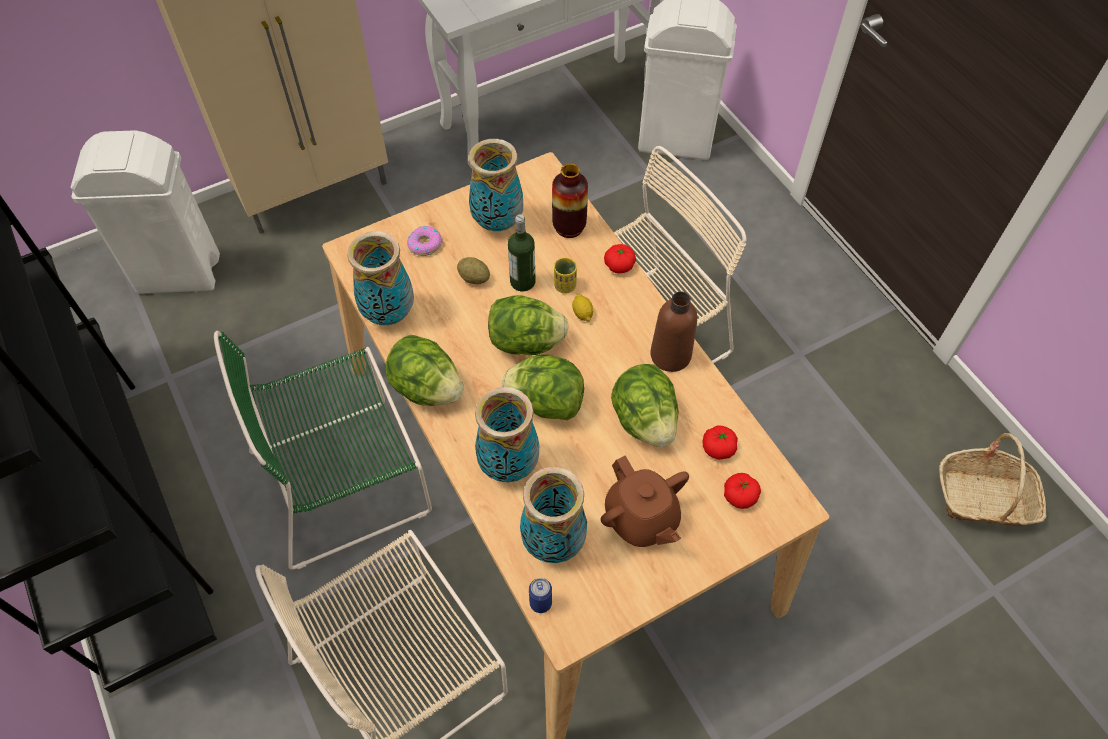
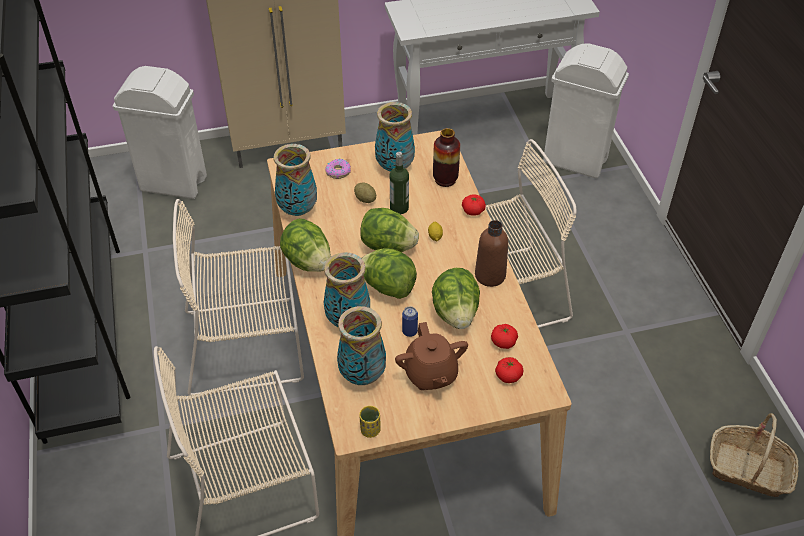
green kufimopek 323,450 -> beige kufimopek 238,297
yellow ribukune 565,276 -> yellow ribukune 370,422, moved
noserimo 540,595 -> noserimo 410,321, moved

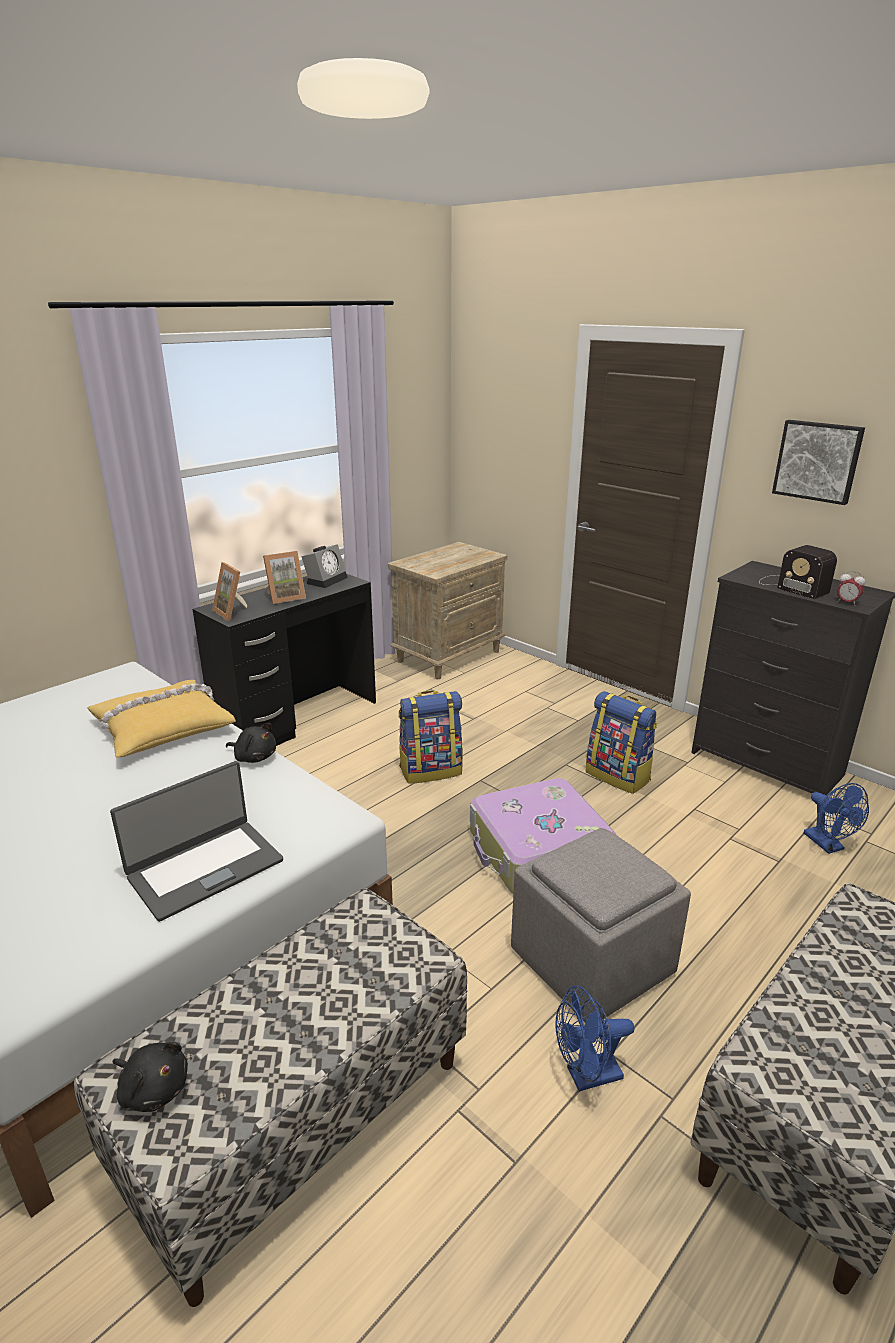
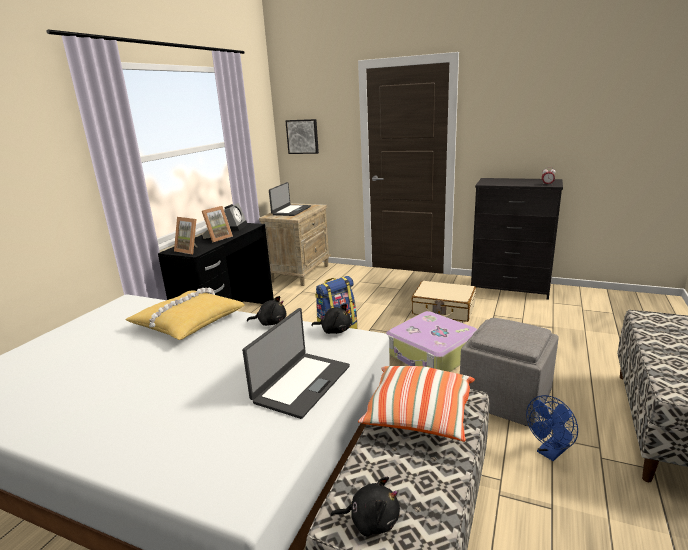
none -> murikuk 290,199
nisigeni 818,462 -> nisigeni 302,136, moved
none -> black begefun 331,319
none -> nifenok 416,404
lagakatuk 621,742 -> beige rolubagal 443,301
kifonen 798,572 -> none
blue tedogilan 836,818 -> none

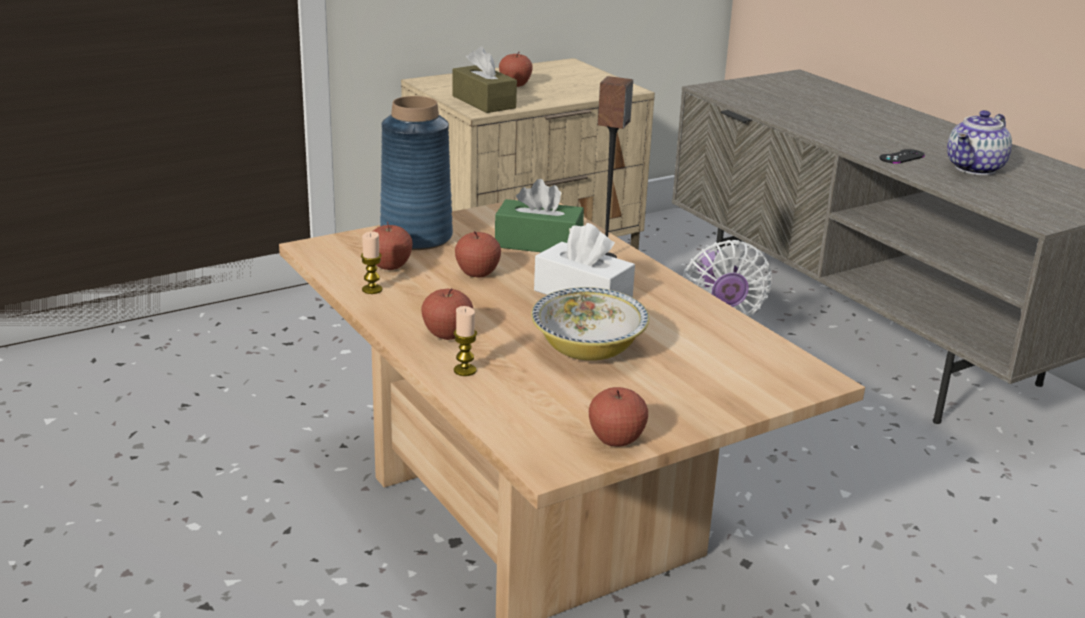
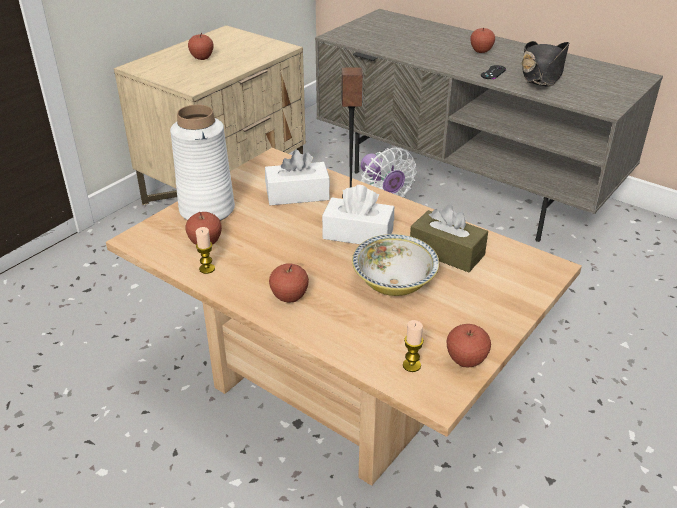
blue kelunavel 416,173 -> white kelunavel 202,163
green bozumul 539,215 -> white bozumul 297,177
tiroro 465,341 -> tiroro 413,346, moved
brown bozumul 484,79 -> brown bozumul 449,238, moved
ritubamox 478,254 -> ritubamox 482,40, moved
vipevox 979,142 -> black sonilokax 545,64

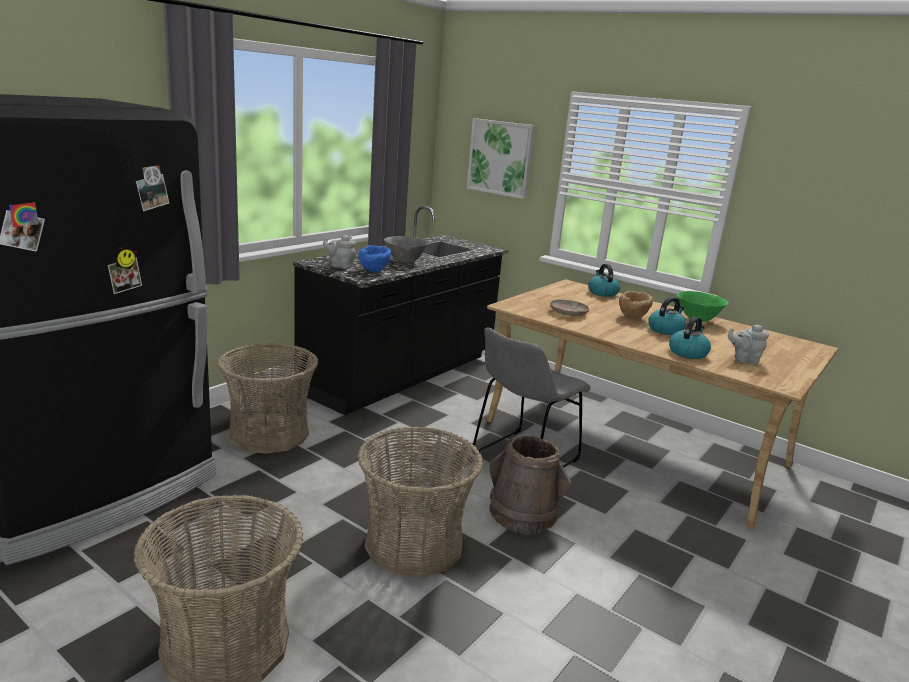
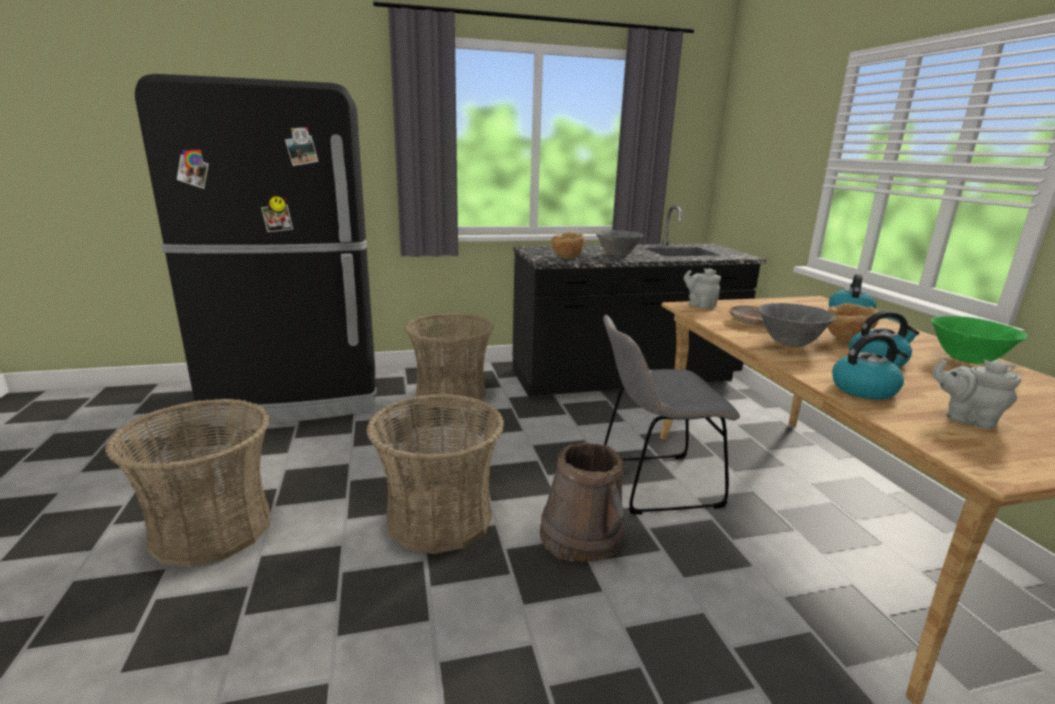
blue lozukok 374,259 -> brown lozukok 567,245
grey vipevox 339,252 -> grey vipevox 702,288, moved
none -> grey lozukok 797,325
nisigeni 501,158 -> none

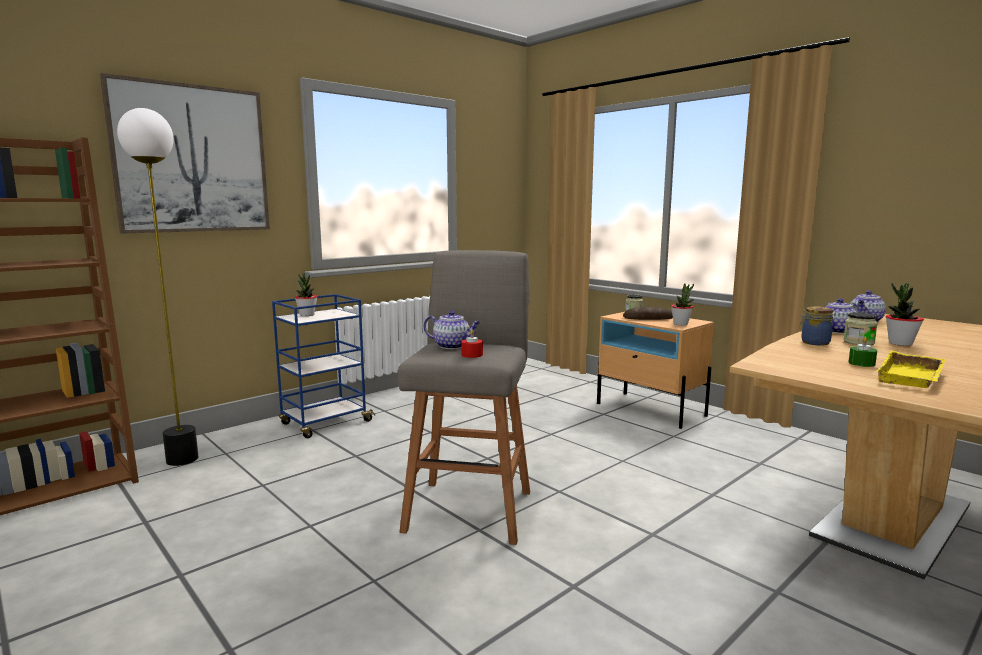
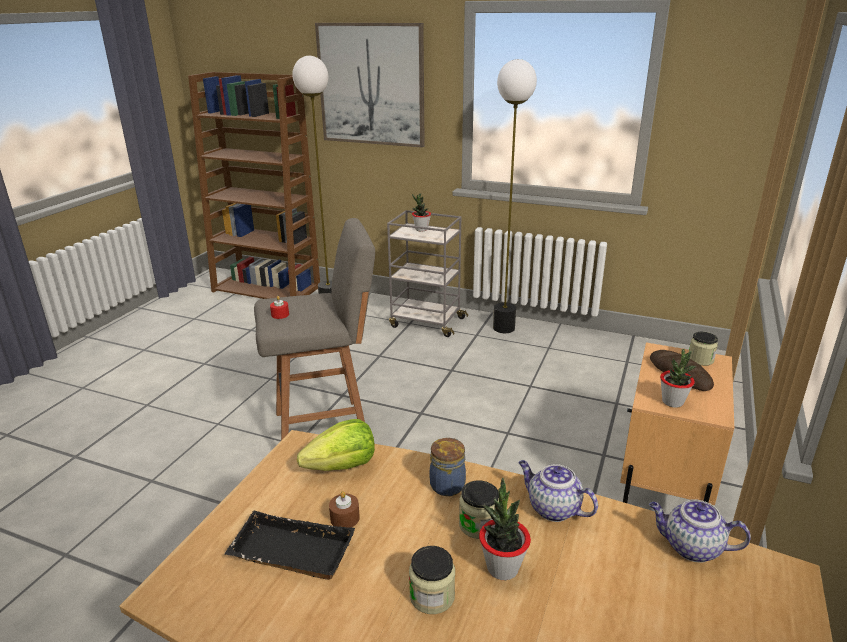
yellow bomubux 911,369 -> black bomubux 289,545
none -> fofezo 336,445
green tiroro 863,352 -> brown tiroro 344,509
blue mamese 324,366 -> grey mamese 427,273
none -> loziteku 432,580
none -> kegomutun 515,196
vipevox 452,329 -> none

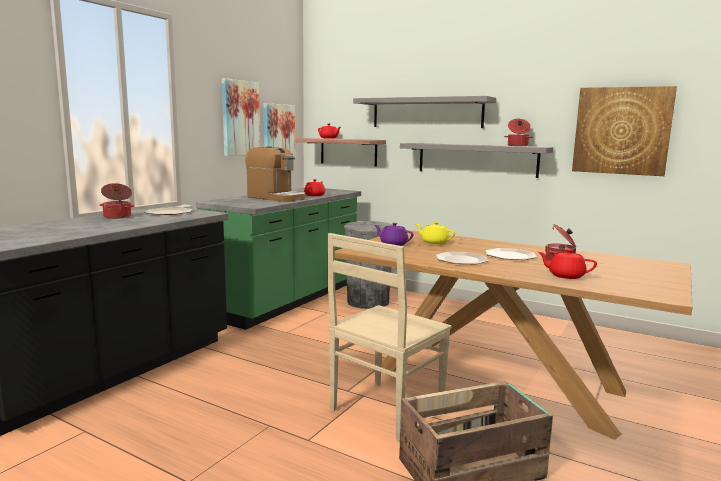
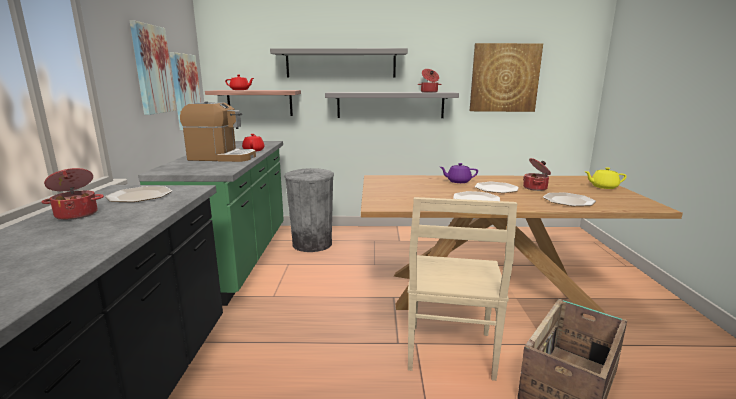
purple vipevox 394,234 -> purple vipevox 459,173, moved
red vipevox 567,264 -> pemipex 569,199
yellow vipevox 435,233 -> yellow vipevox 605,178, moved

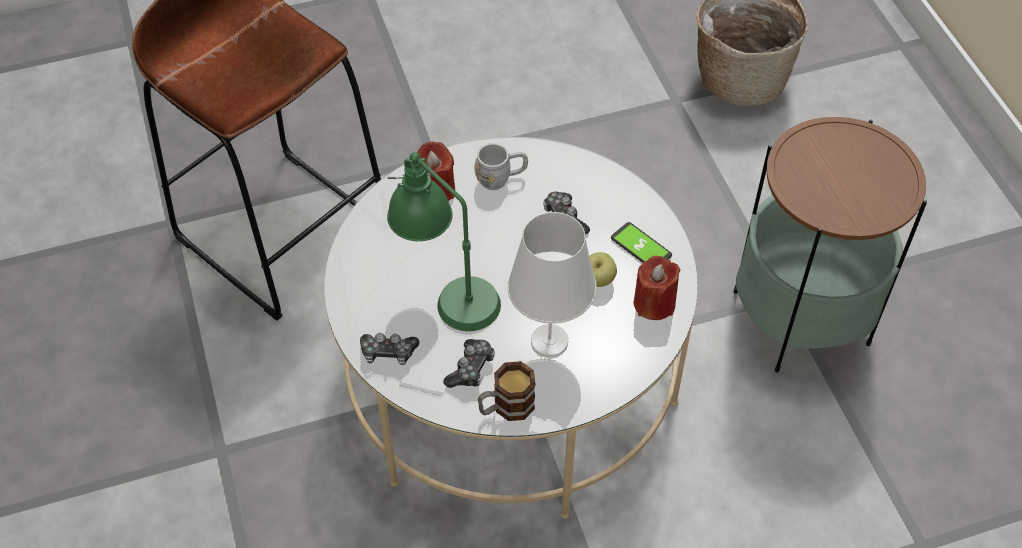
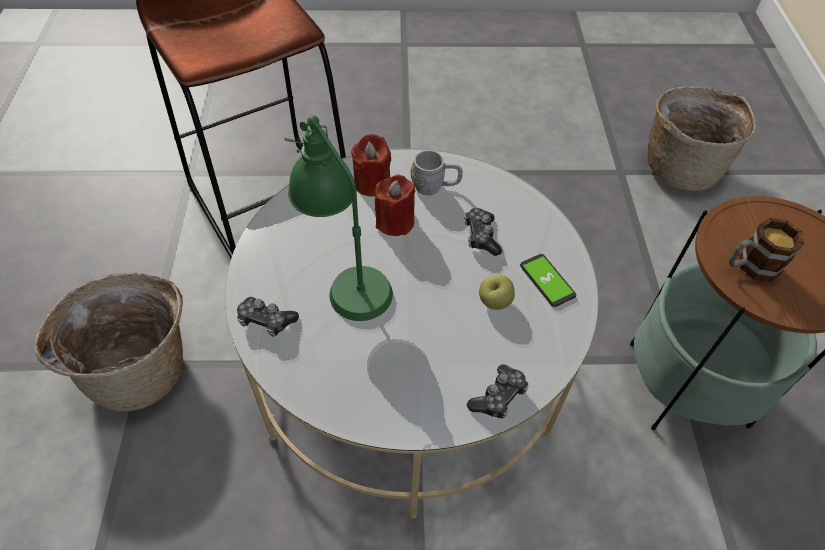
none -> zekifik 108,342
red tiroro 657,288 -> red tiroro 395,205, moved
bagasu 469,363 -> bagasu 498,392, moved
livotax 506,391 -> livotax 767,250, moved
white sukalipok 552,284 -> none

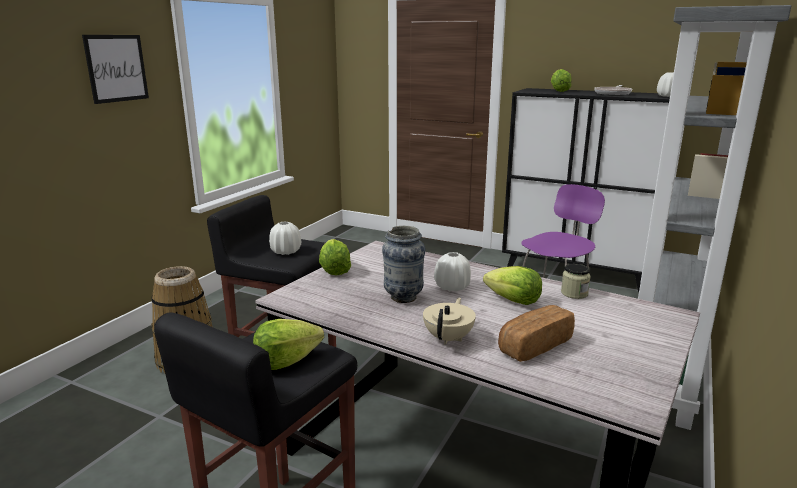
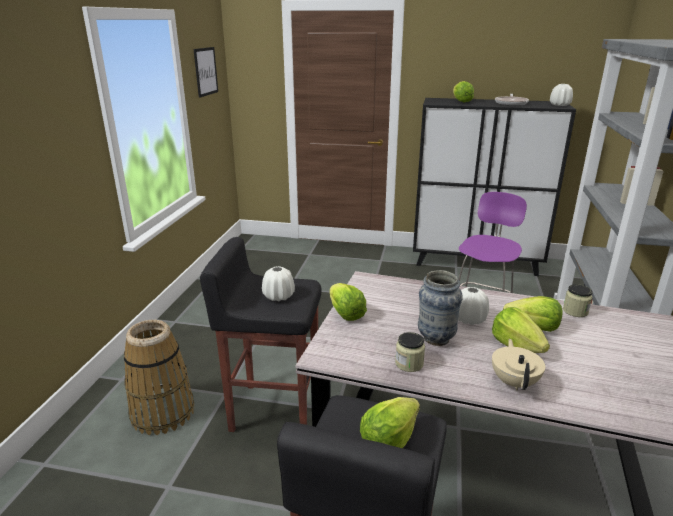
nisigeni 115,69 -> nisigeni 206,72, moved
none -> loziteku 410,352
none -> fofezo 521,330
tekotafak 536,333 -> none

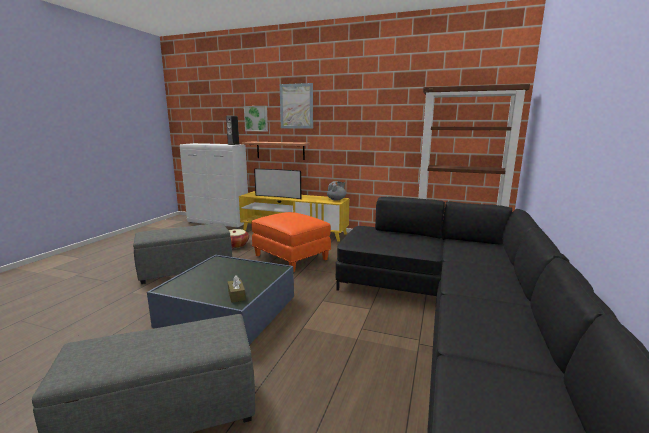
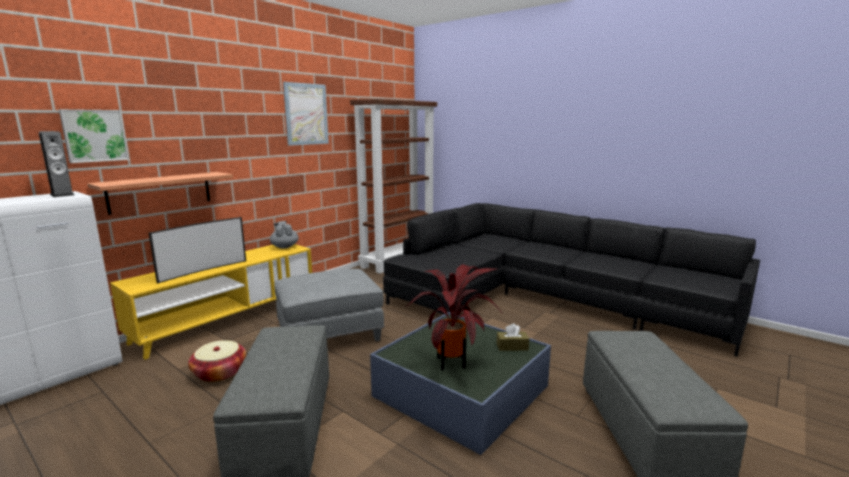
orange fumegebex 291,242 -> grey fumegebex 329,305
nisigeni 296,106 -> nisigeni 306,114, moved
none -> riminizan 454,317

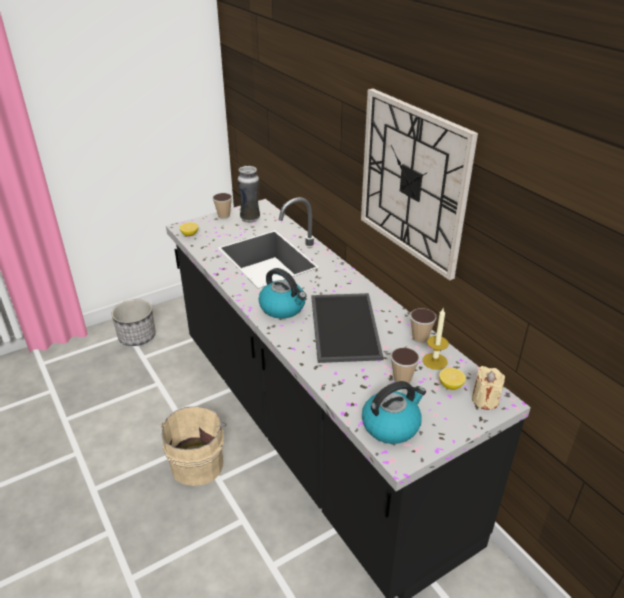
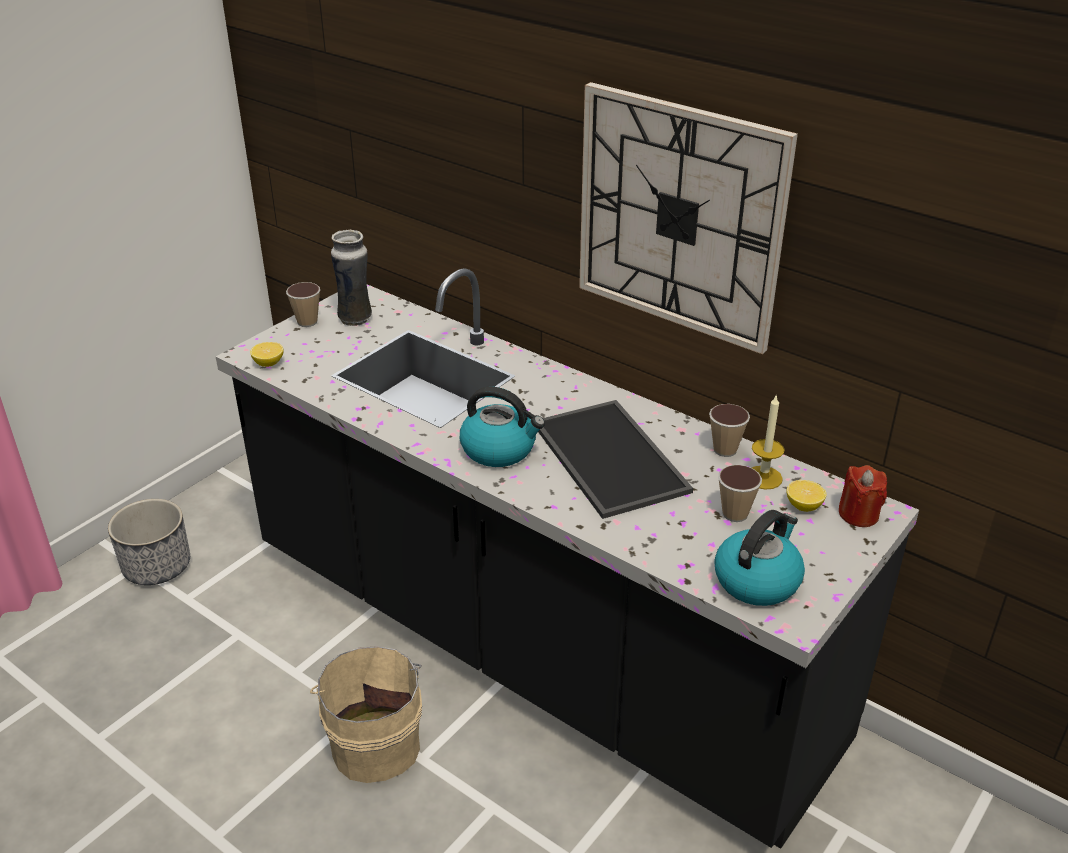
beige tiroro 488,388 -> red tiroro 863,496

